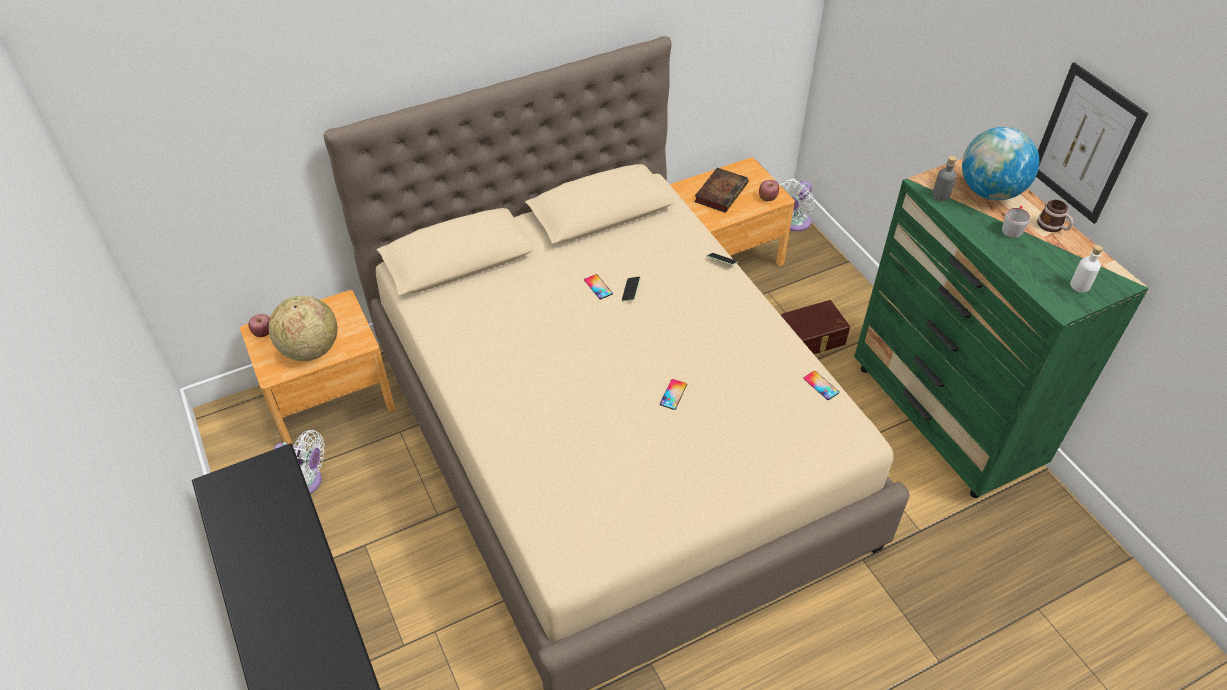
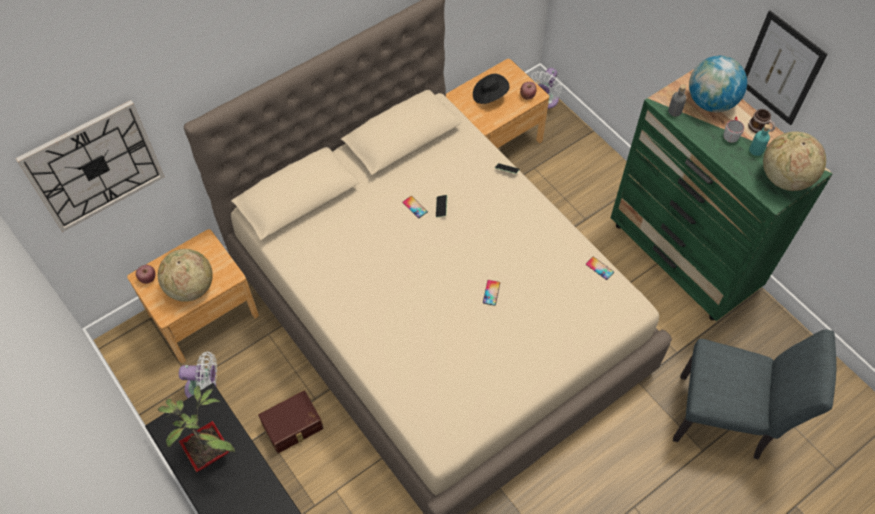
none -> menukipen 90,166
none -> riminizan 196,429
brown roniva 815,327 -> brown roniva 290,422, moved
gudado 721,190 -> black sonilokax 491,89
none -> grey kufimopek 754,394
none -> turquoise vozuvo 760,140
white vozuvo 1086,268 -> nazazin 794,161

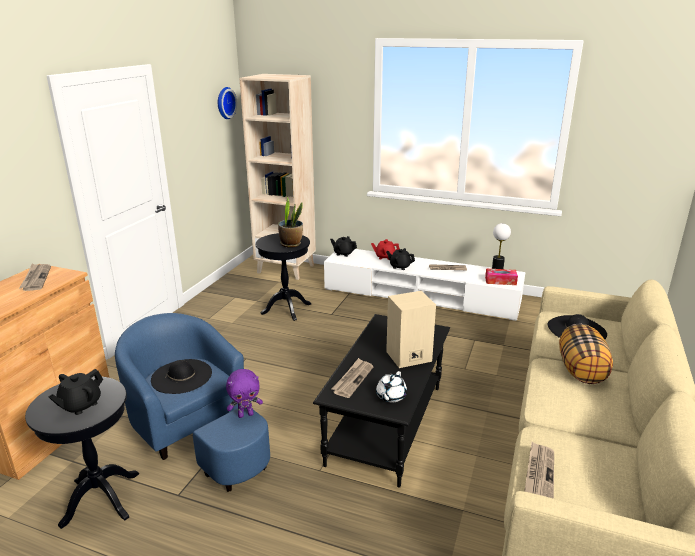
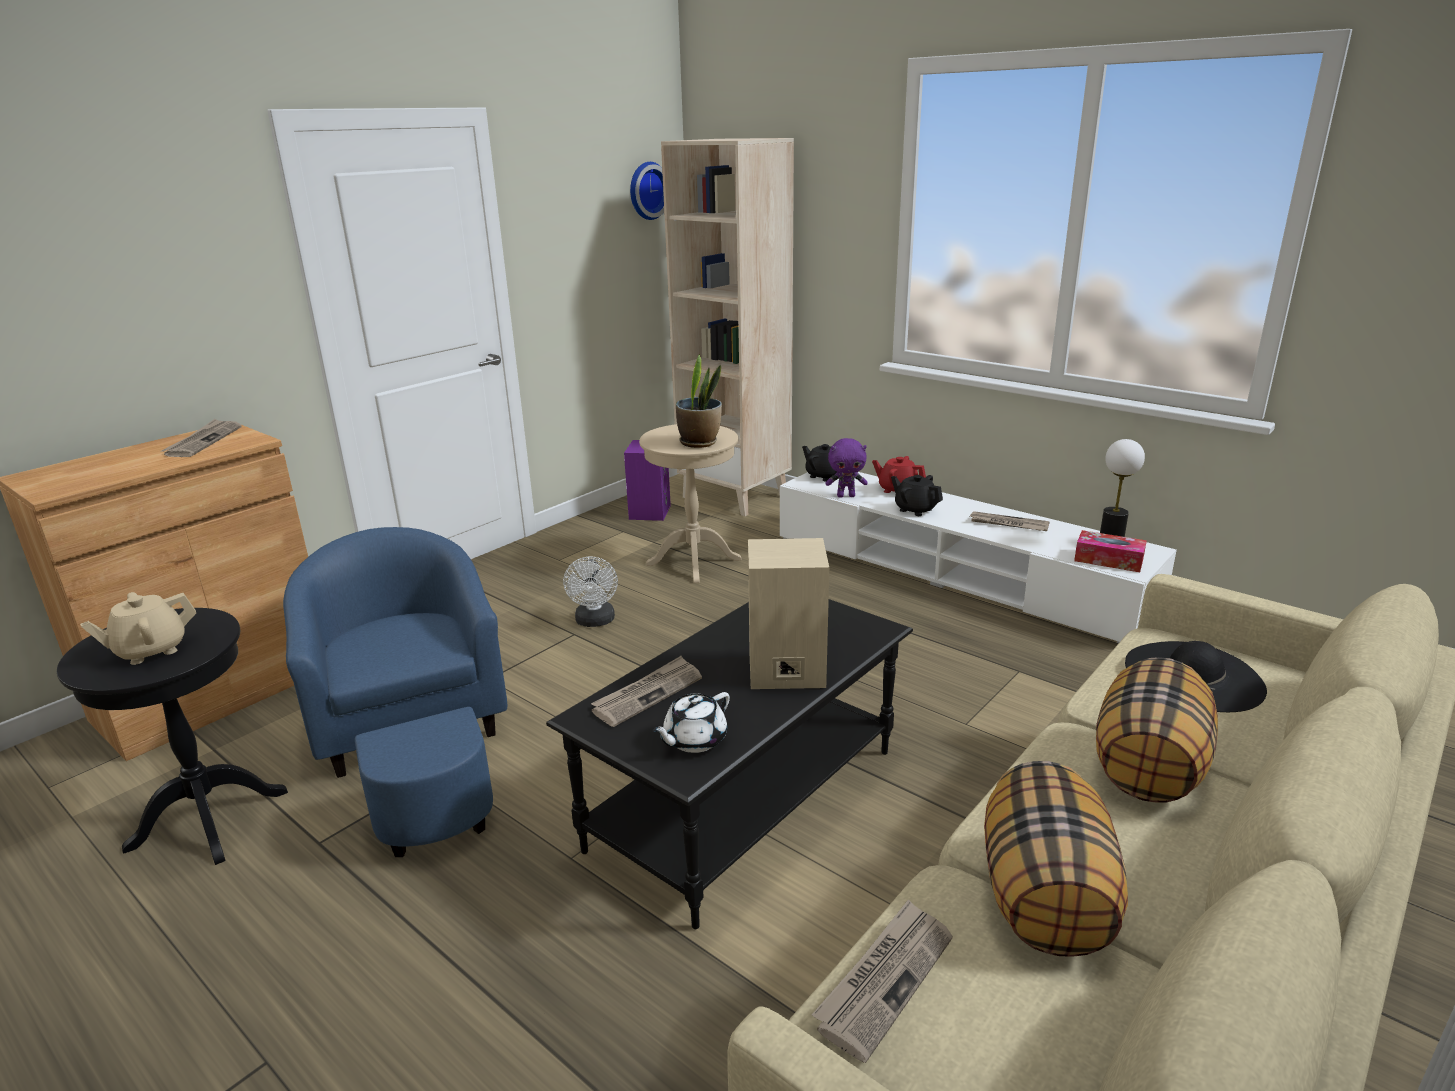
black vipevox 76,392 -> beige vipevox 138,628
none -> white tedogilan 590,592
none -> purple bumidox 647,480
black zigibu 283,277 -> beige zigibu 690,503
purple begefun 244,393 -> purple begefun 847,467, moved
none -> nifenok 1056,858
black sonilokax 181,376 -> none

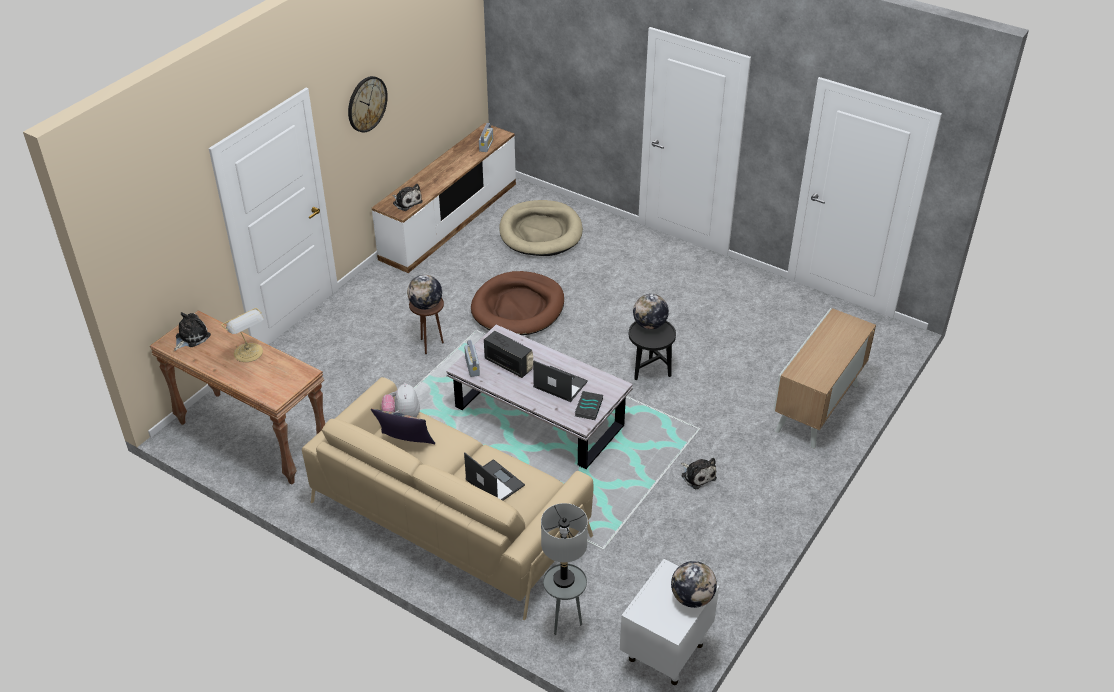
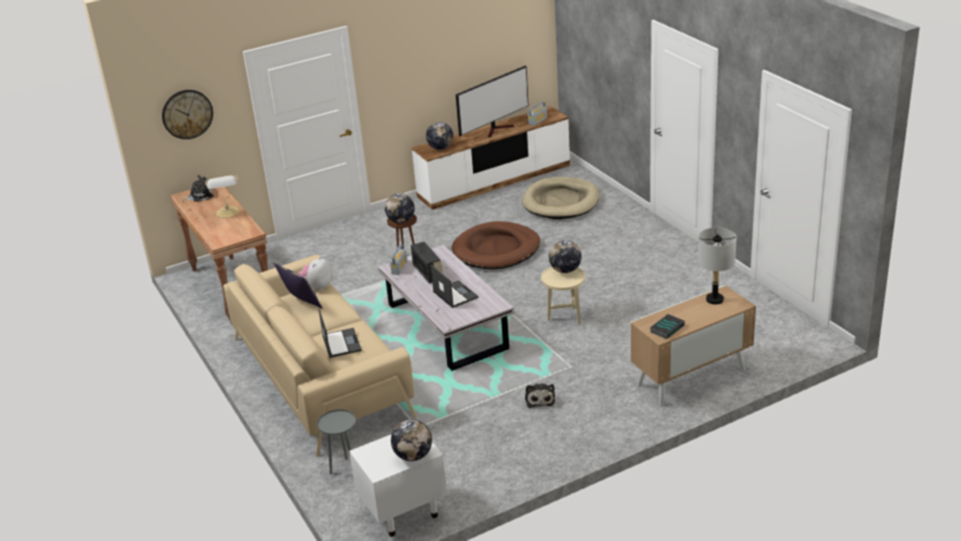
menukipen 368,104 -> menukipen 187,114, moved
begefun 407,197 -> nazazin 440,136
none -> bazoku 492,101
black zigibu 652,350 -> beige zigibu 563,296
gudado 589,405 -> gudado 667,326, moved
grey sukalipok 564,545 -> grey sukalipok 717,266, moved

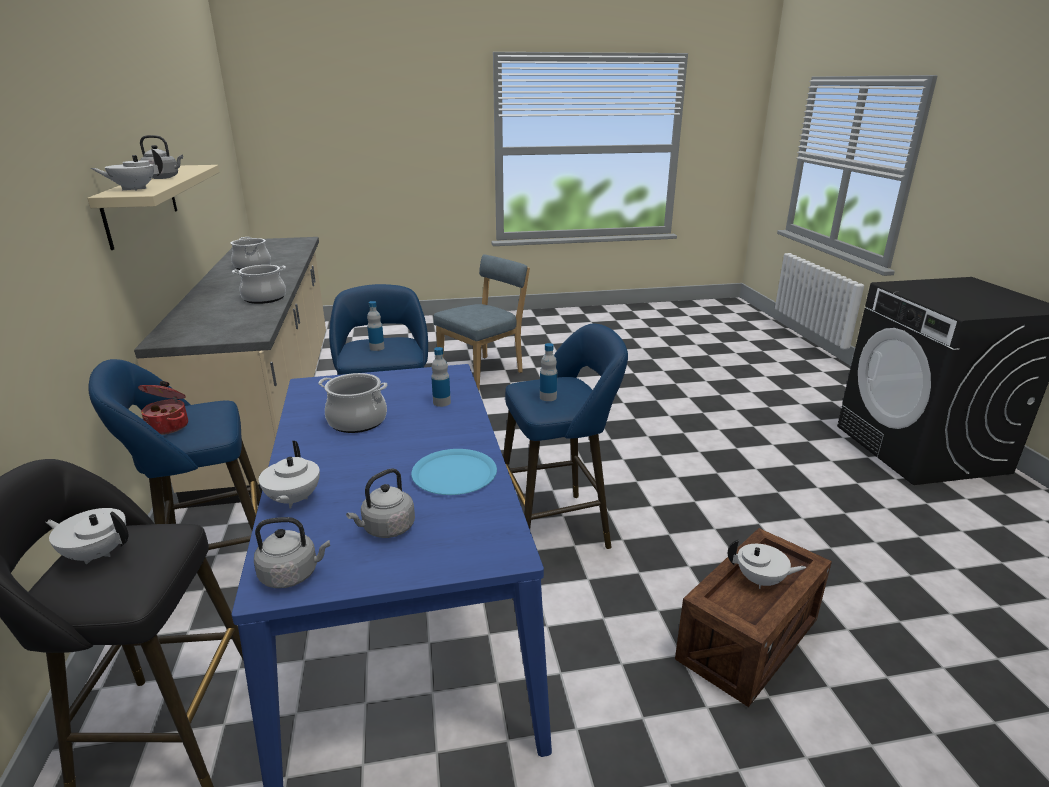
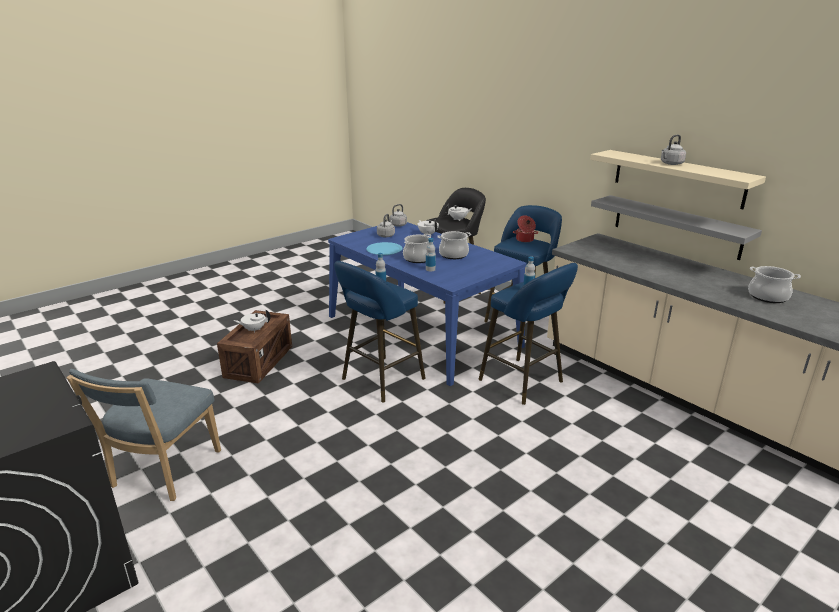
blue kufimopek 481,322 -> blue kufimopek 143,435, moved
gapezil 259,284 -> gapezil 417,248, moved
none -> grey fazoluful 676,227
white vipevox 127,170 -> none

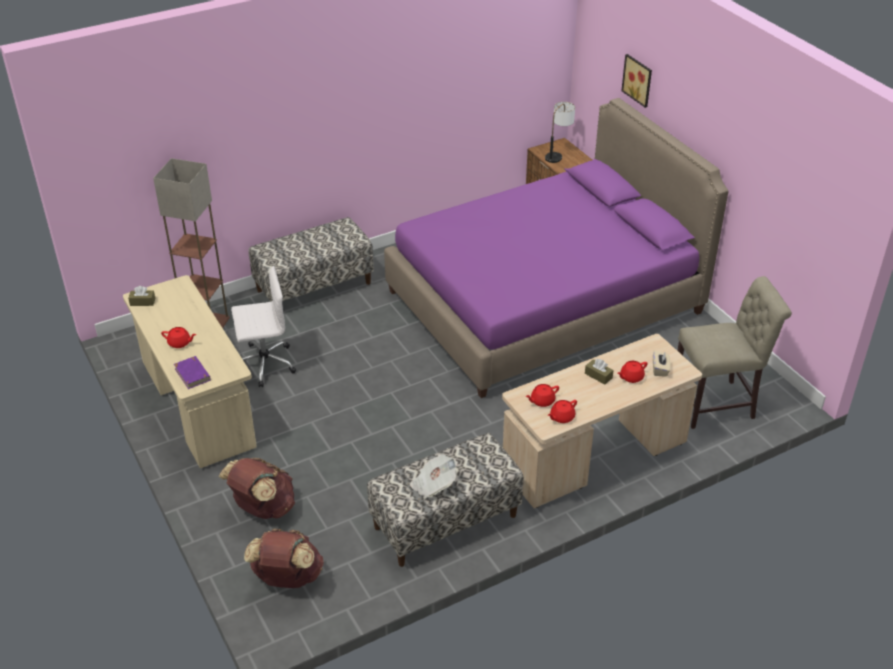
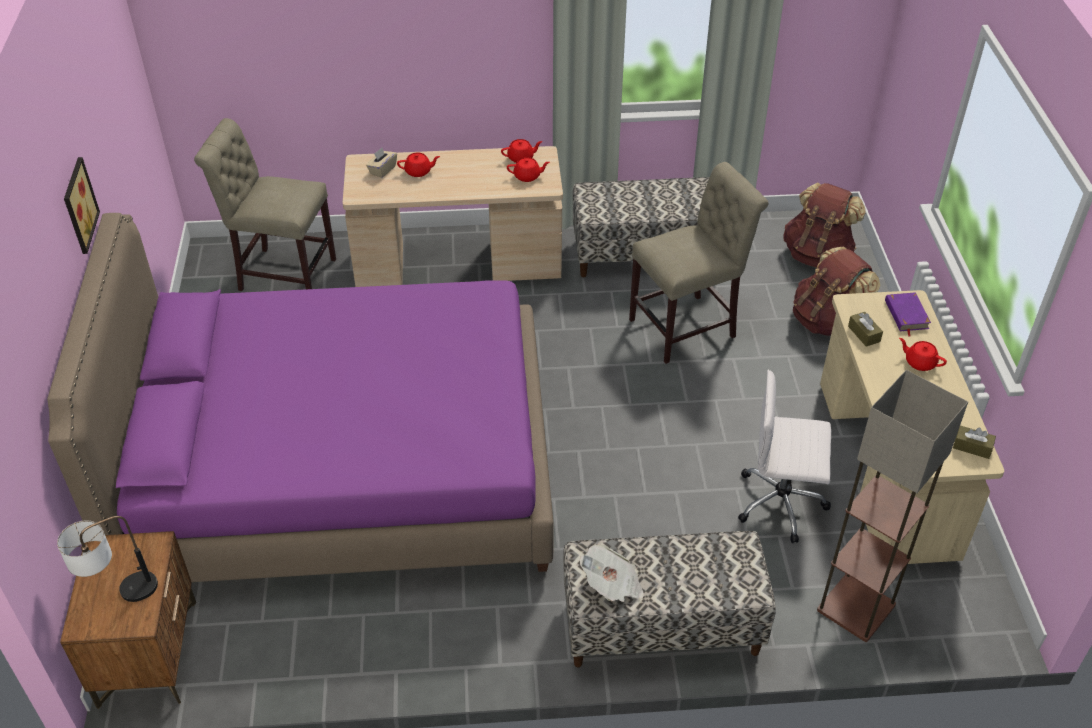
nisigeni 636,81 -> nisigeni 82,205, moved
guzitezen 434,476 -> guzitezen 612,573, moved
none -> beige kufimopek 699,263
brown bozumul 599,372 -> brown bozumul 865,329, moved

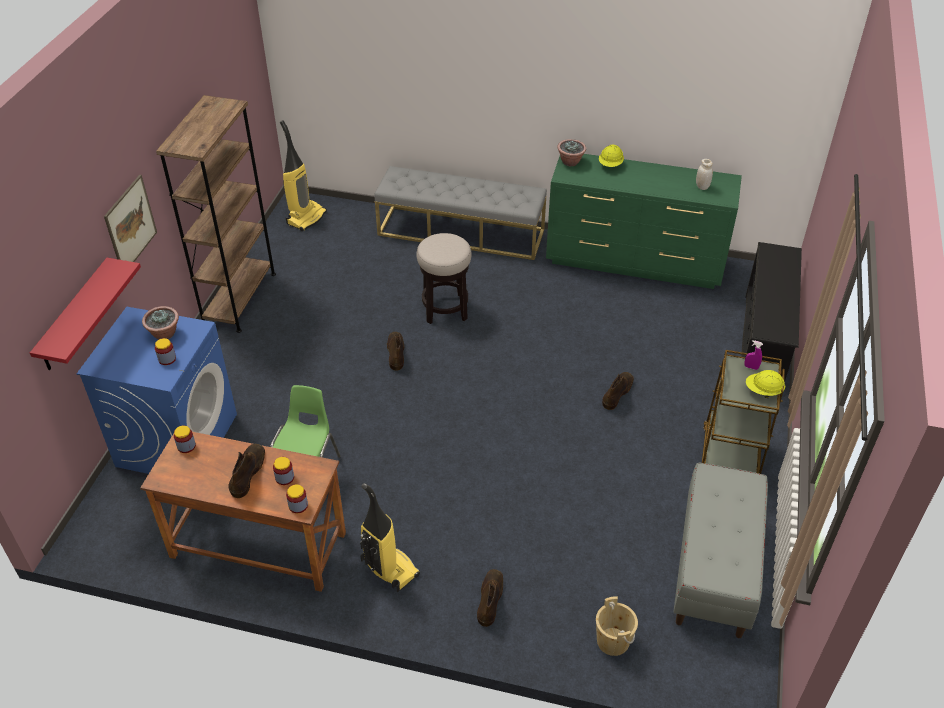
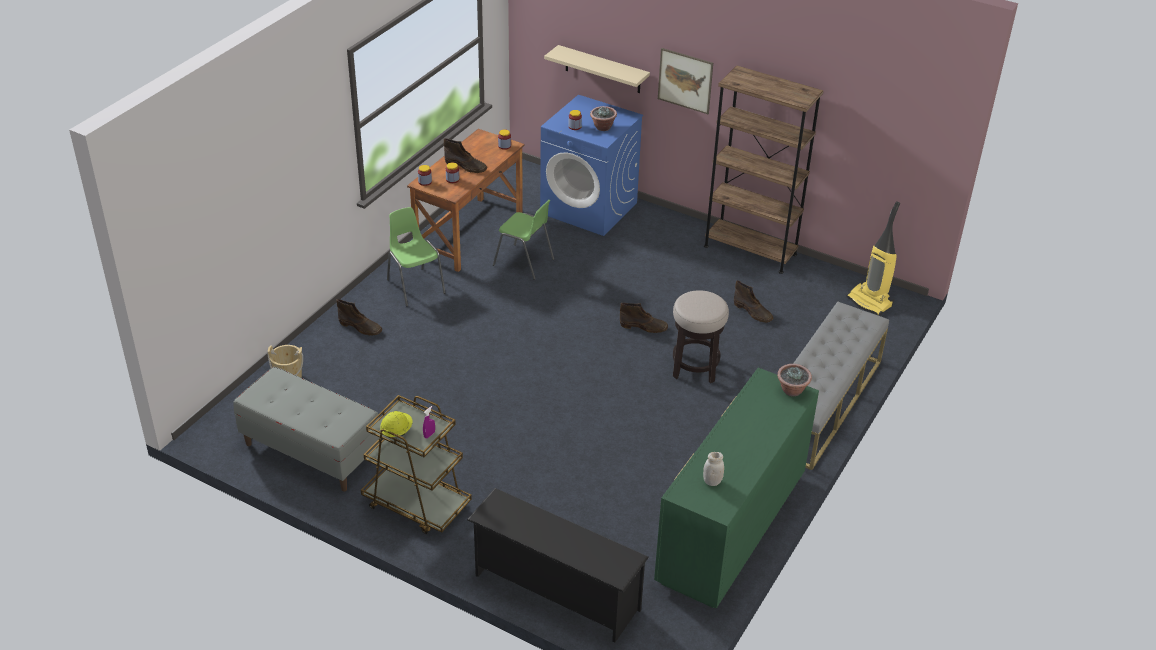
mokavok 390,537 -> green kufimopek 416,256
red fazoluful 85,314 -> beige fazoluful 597,69
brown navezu 618,391 -> brown navezu 753,301, moved
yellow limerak 611,156 -> none

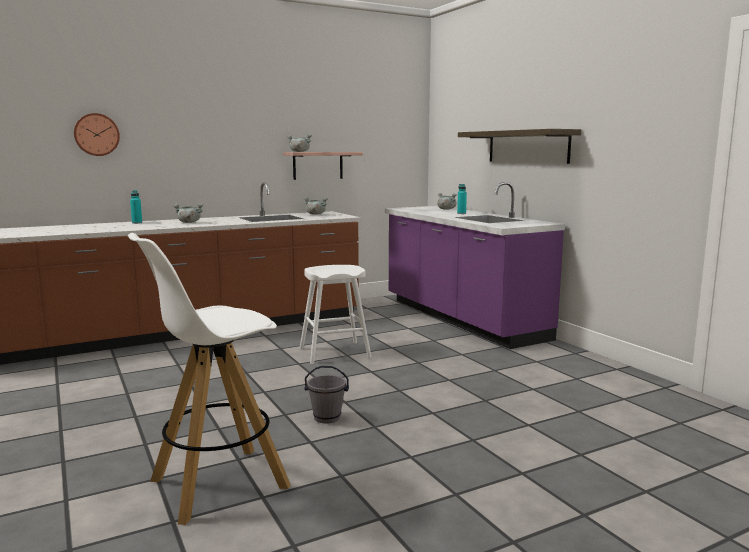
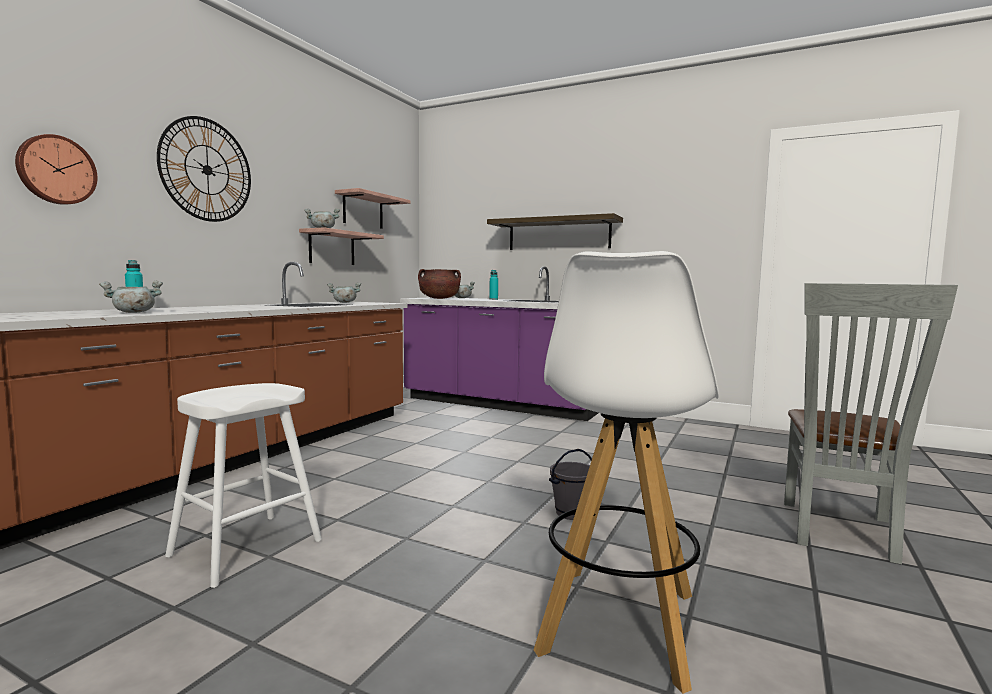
grey gapezil 188,213 -> grey gapezil 131,297, moved
none -> menukipen 204,169
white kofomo 335,314 -> white kofomo 243,485, moved
none -> fazoluful 373,208
none -> brown gapezil 439,284
none -> grey kufimopek 871,423

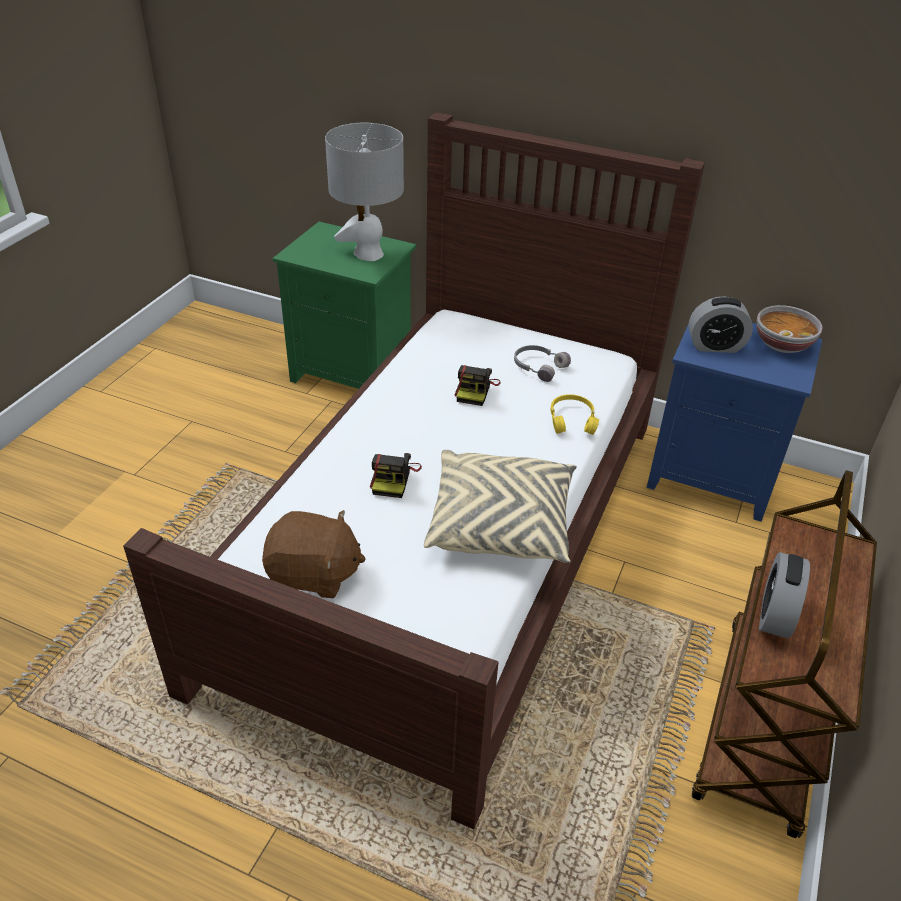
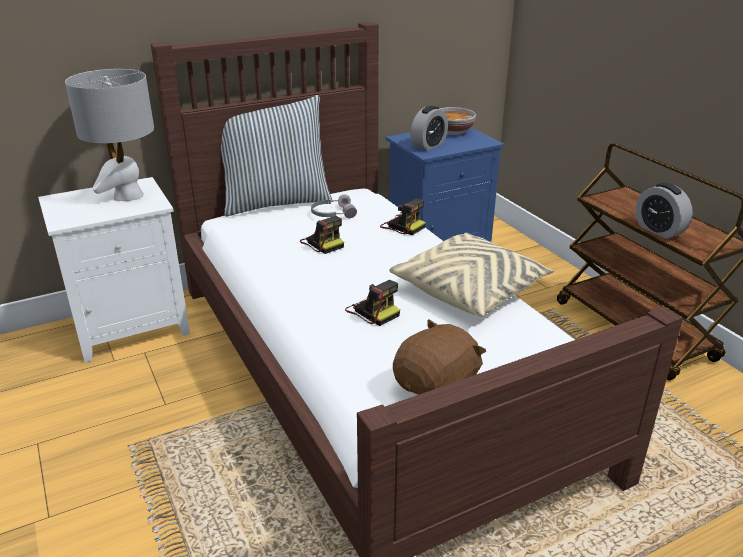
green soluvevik 344,305 -> white soluvevik 114,269
none -> nifenok 277,156
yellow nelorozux 574,414 -> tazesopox 403,217

